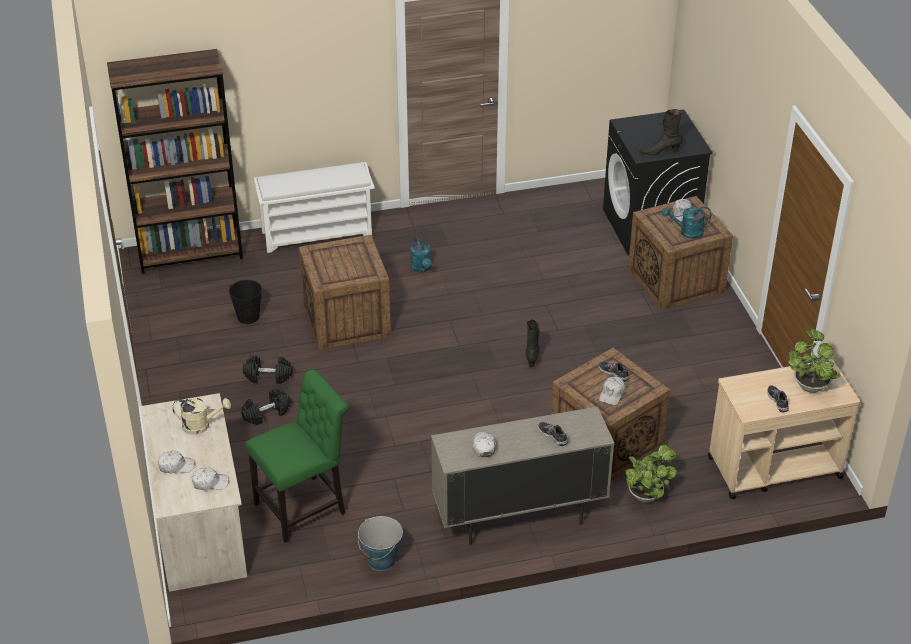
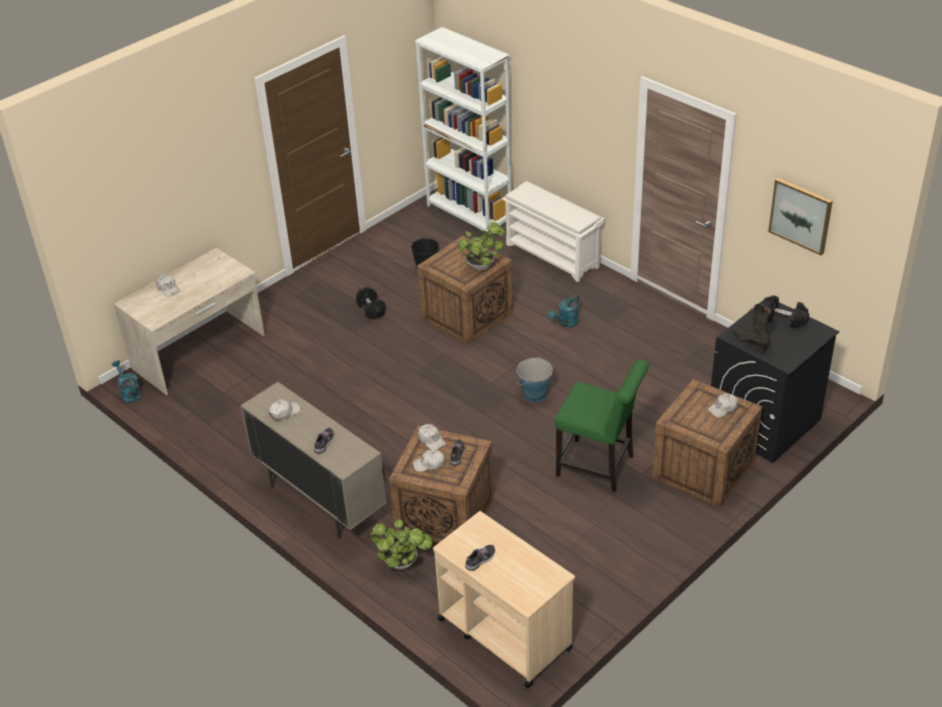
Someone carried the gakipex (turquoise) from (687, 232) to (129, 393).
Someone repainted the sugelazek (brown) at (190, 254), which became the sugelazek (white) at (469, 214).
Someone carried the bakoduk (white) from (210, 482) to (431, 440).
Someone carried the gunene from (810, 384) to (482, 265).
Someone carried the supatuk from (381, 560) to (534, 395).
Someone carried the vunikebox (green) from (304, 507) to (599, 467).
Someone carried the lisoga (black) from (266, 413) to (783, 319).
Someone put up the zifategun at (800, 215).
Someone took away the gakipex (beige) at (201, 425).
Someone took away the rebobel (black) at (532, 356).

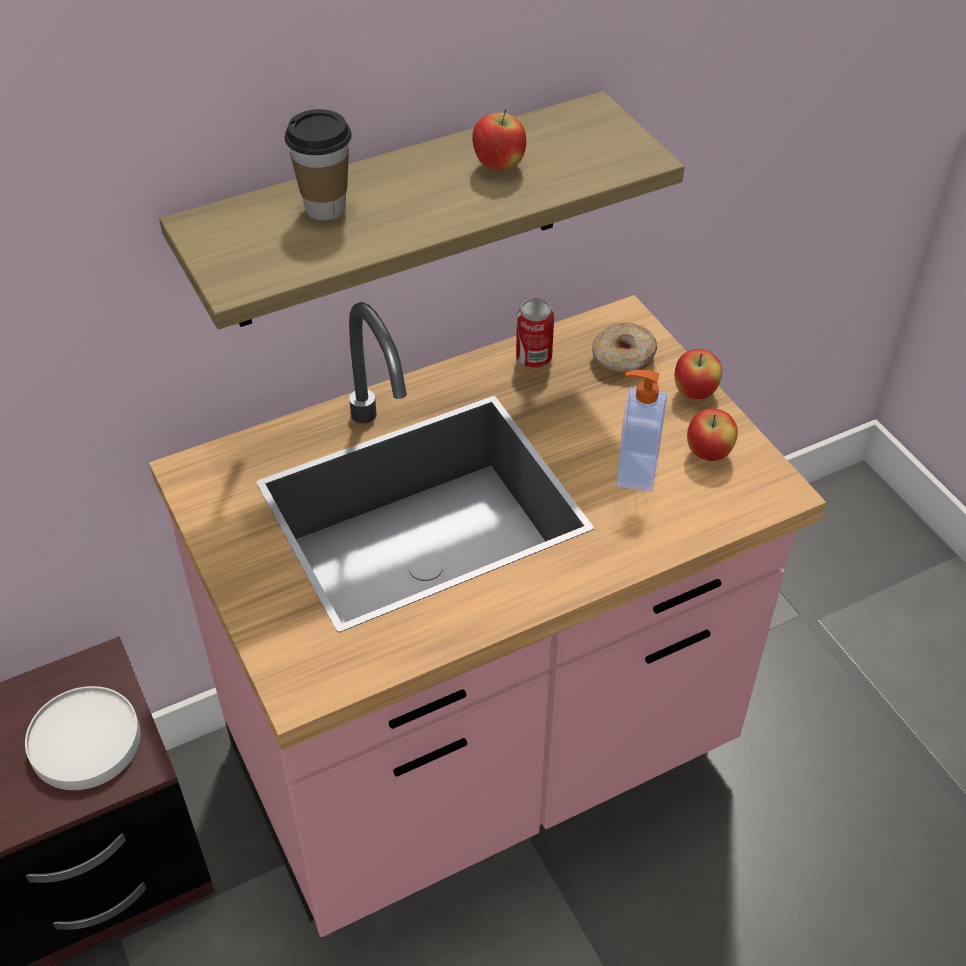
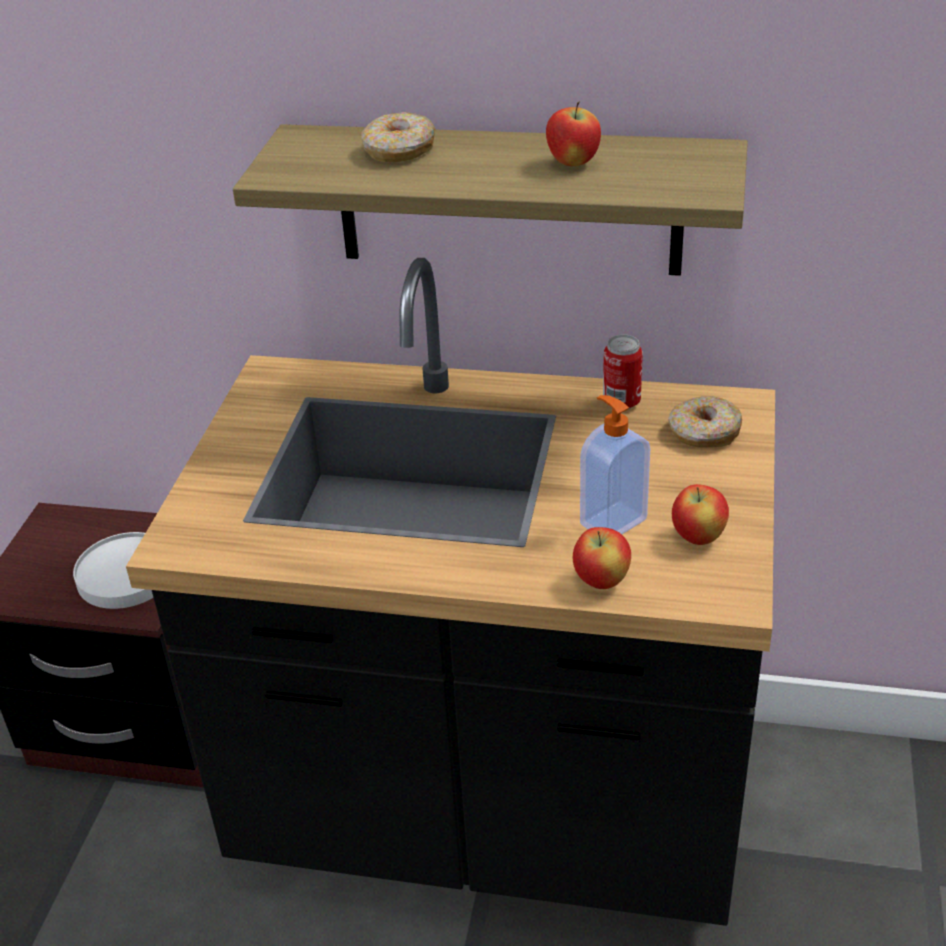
Someone repainted the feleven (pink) at (483, 759), which became the feleven (black) at (492, 815).
Someone swapped the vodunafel at (325, 208) for the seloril at (399, 151).
Someone carried the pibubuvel from (695, 393) to (601, 581).

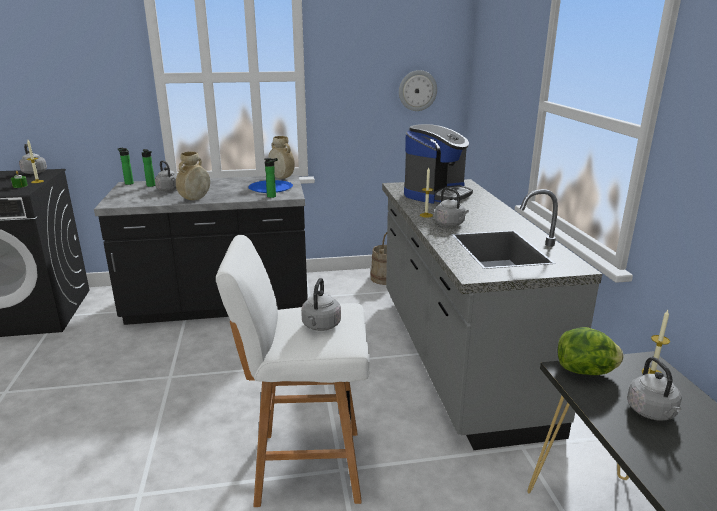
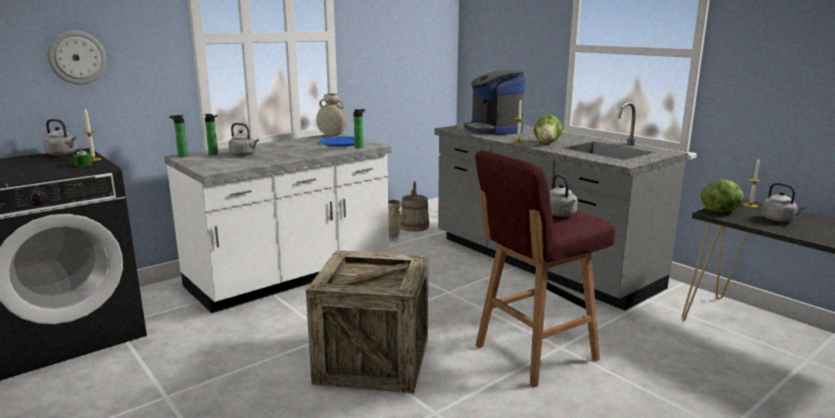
Someone carried the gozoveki from (417, 90) to (77, 57).
Someone repainted the feleven (black) at (219, 305), which became the feleven (white) at (290, 276).
Someone put down the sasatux at (373, 360).
Someone carried the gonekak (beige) from (195, 199) to (393, 236).
Someone rotated the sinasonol at (437, 194) by 150 degrees clockwise.
Someone repainted the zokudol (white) at (305, 466), which became the zokudol (red) at (533, 353).
Someone swapped the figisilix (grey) at (450, 224) for the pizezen at (547, 143).

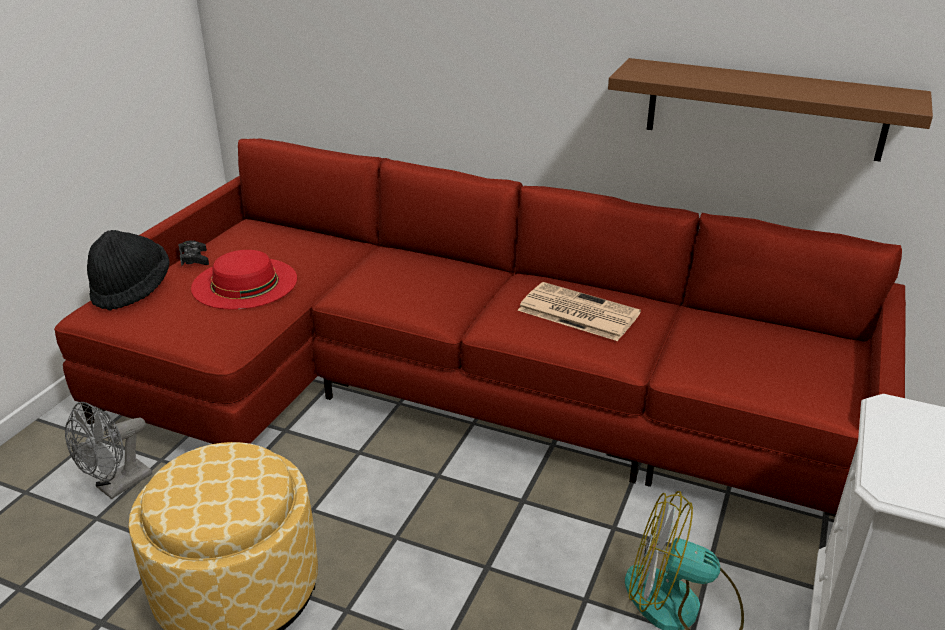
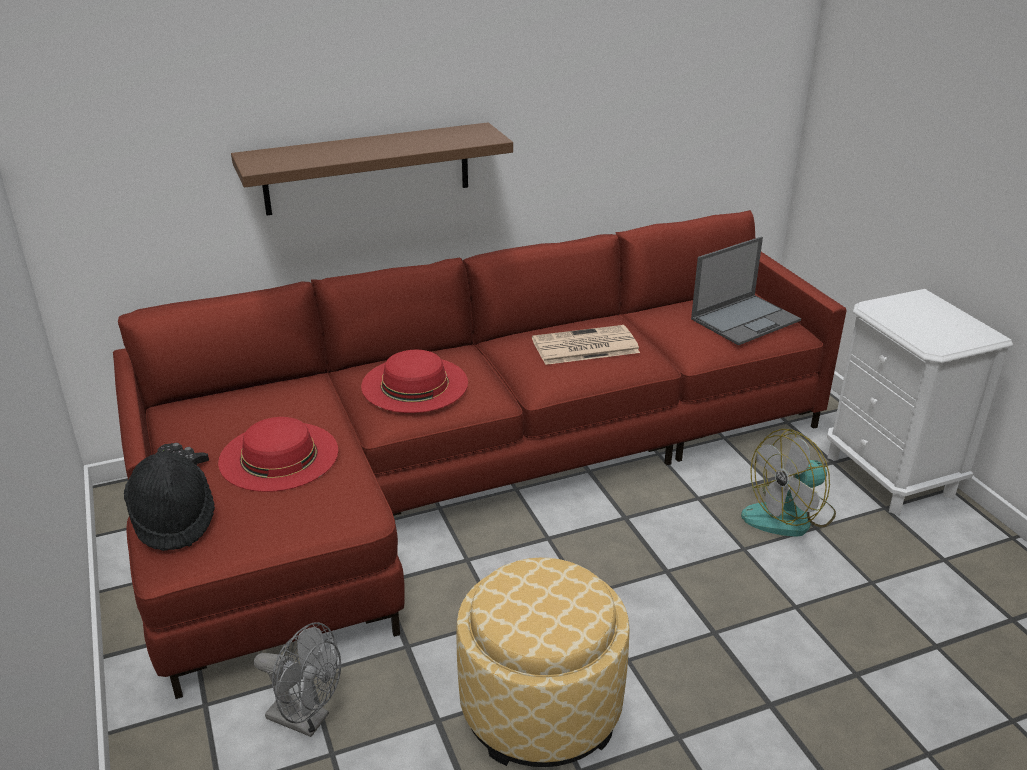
Someone carried the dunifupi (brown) from (764, 109) to (367, 169).
Someone rotated the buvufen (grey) at (117, 486) by 60 degrees counterclockwise.
Someone put down the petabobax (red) at (414, 384).
Someone put down the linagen at (746, 319).

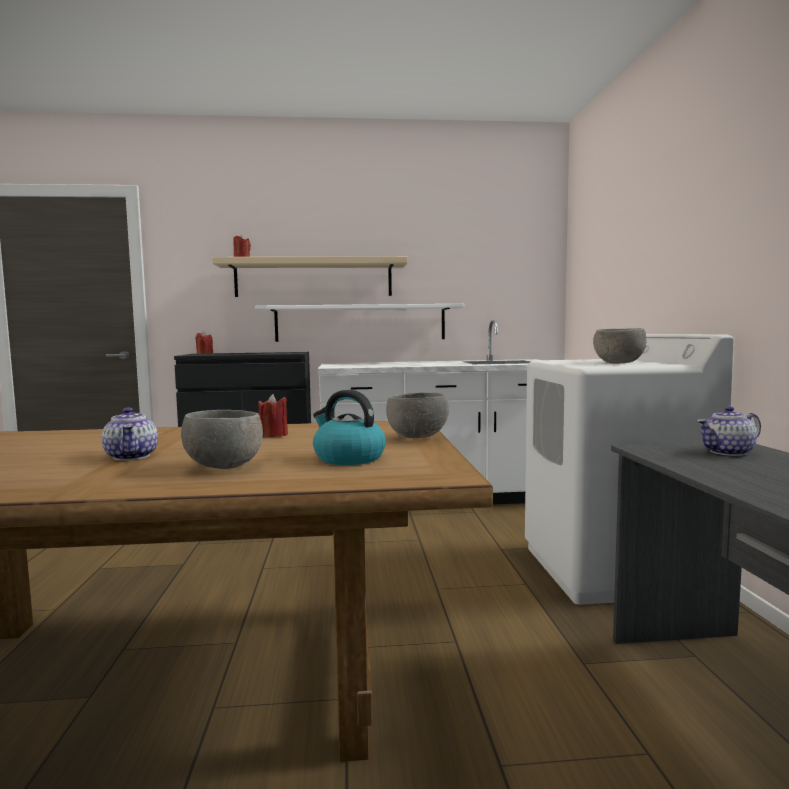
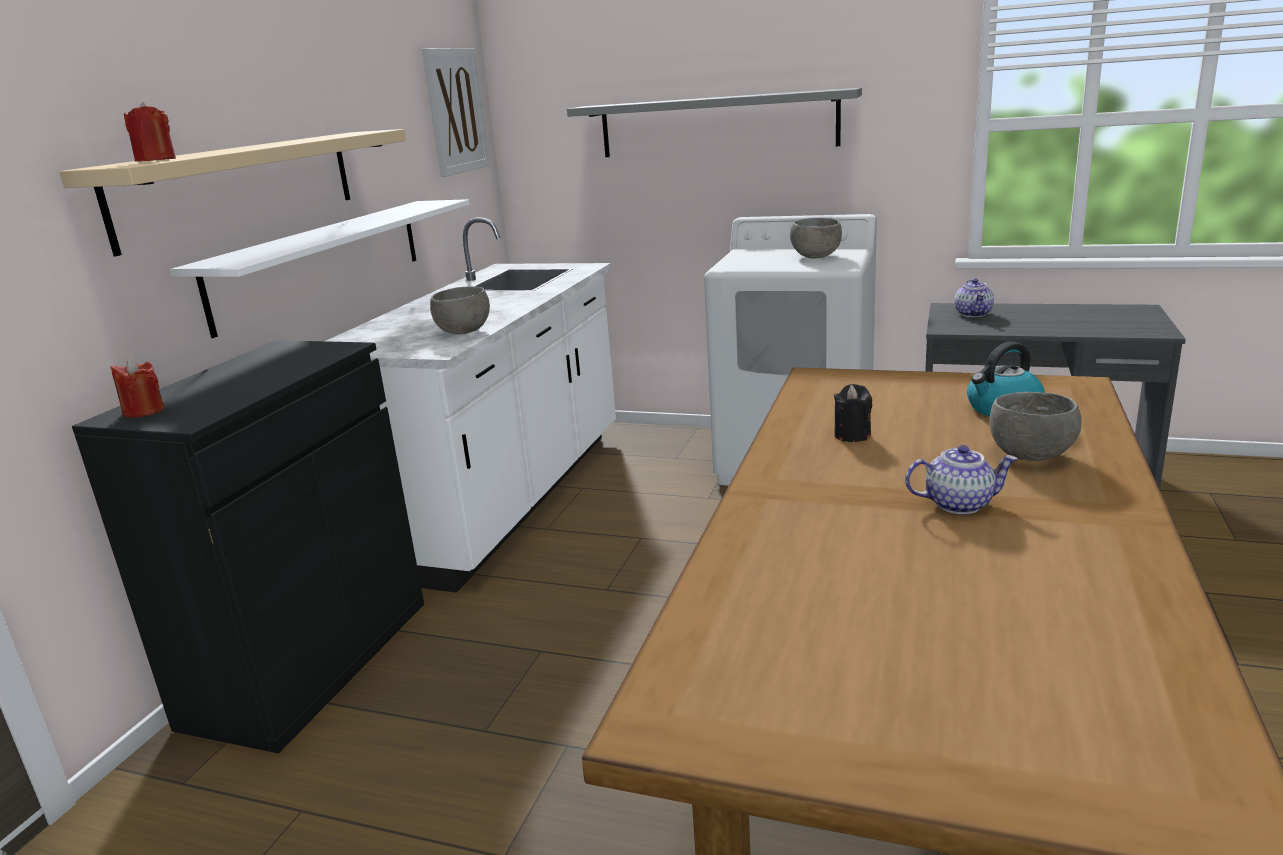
Someone put up the zifategun at (456, 111).
Someone carried the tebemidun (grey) from (418, 437) to (463, 332).
Someone put up the dunifupi (grey) at (717, 124).
Someone repainted the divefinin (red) at (273, 435), which became the divefinin (black) at (852, 435).

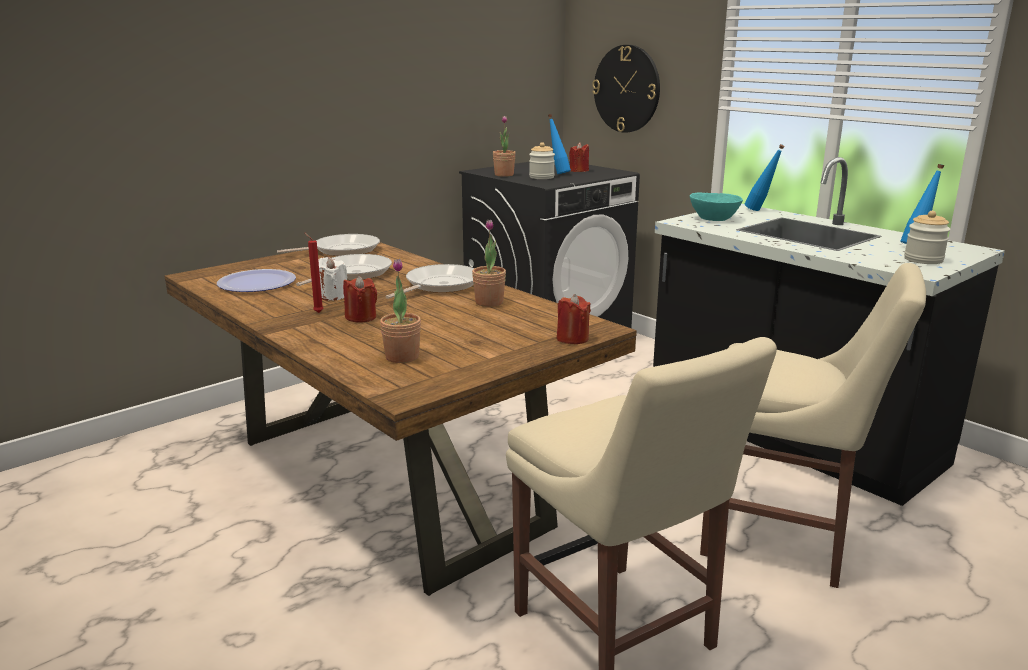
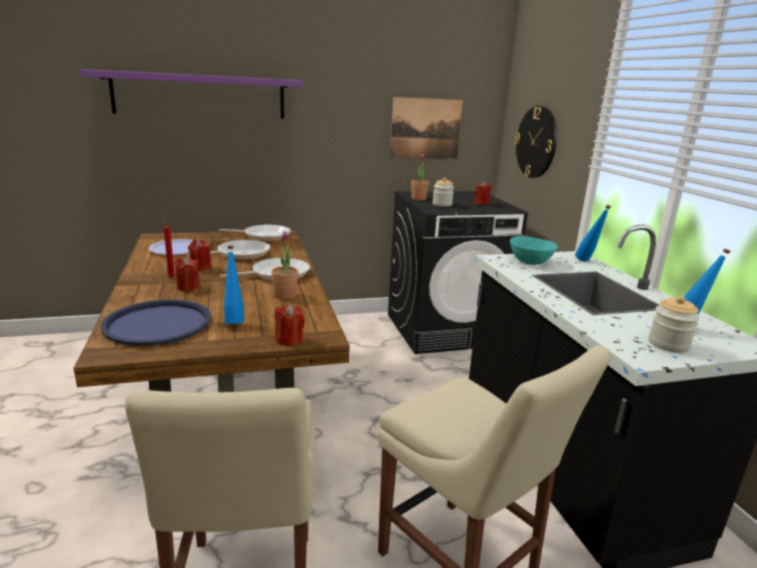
Someone put up the dunifupi (purple) at (200, 95).
Someone swapped the gunene at (402, 357) for the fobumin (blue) at (157, 323).
Someone repainted the divefinin (white) at (333, 296), which became the divefinin (red) at (200, 267).
Someone carried the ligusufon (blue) from (558, 173) to (234, 321).
Someone put up the zifategun at (425, 129).

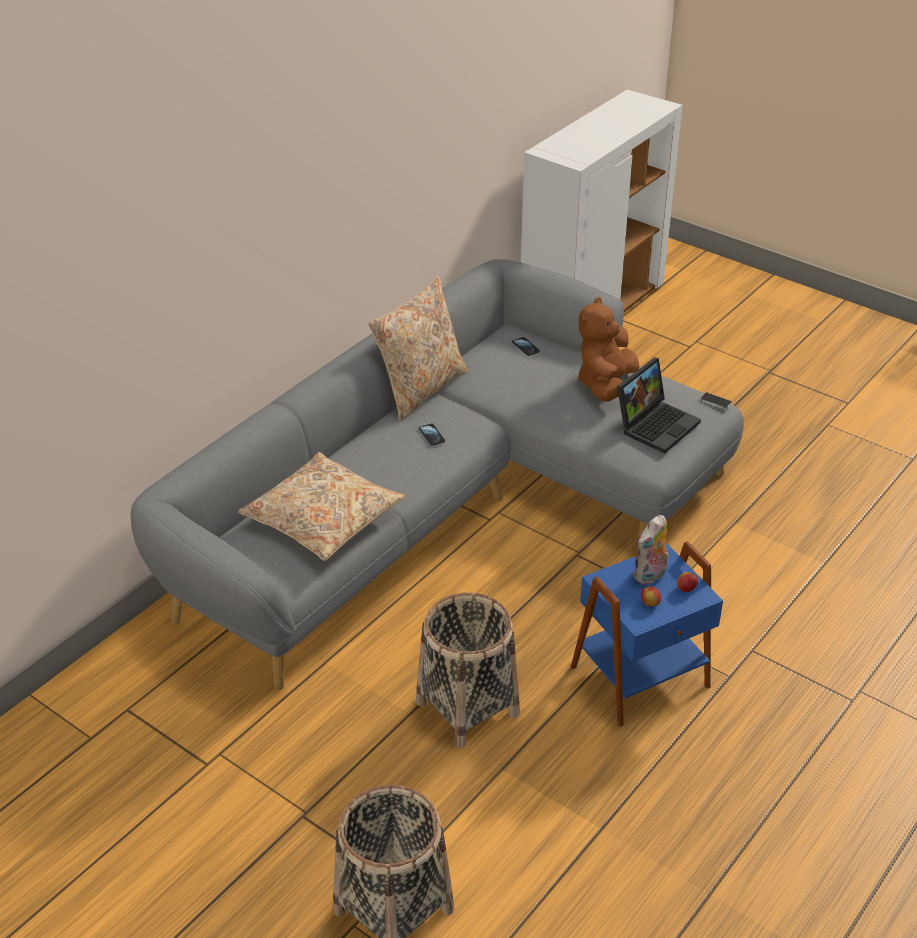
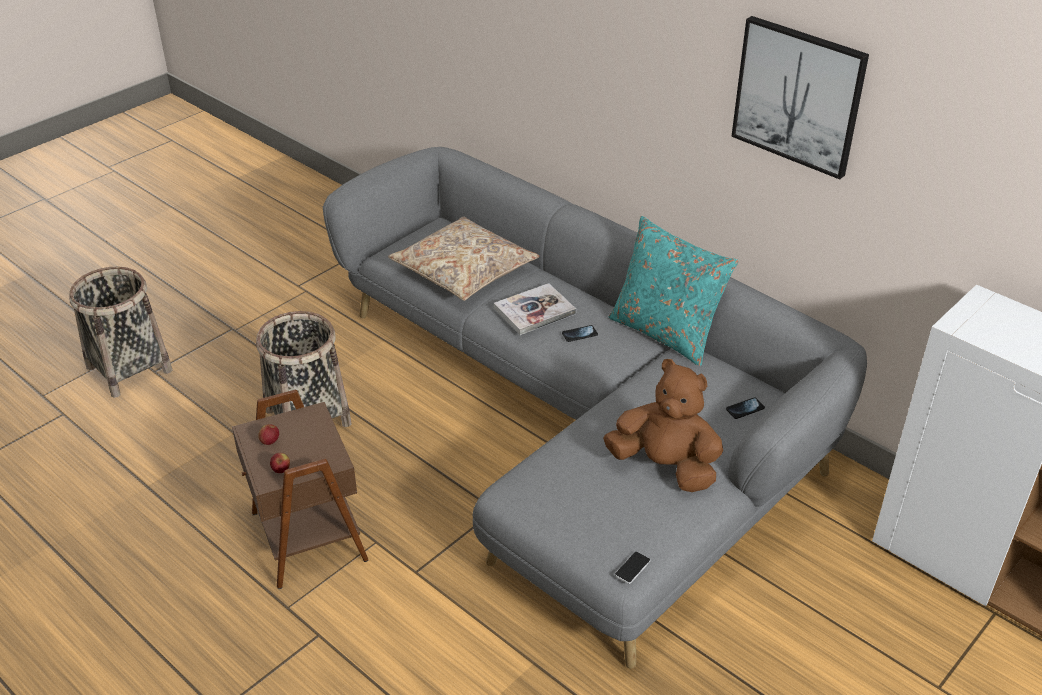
Someone repainted the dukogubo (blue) at (642, 678), which became the dukogubo (brown) at (306, 537).
Someone put down the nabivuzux at (534, 311).
Someone repainted the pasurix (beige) at (420, 388), which became the pasurix (turquoise) at (666, 333).
Someone put up the zifategun at (798, 96).
Someone took away the linagen at (656, 424).
Someone took away the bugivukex at (650, 576).

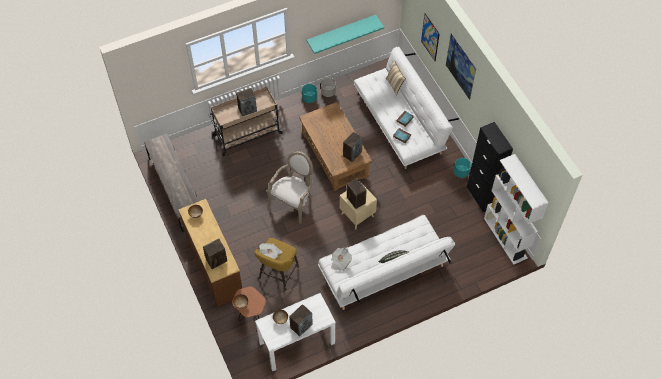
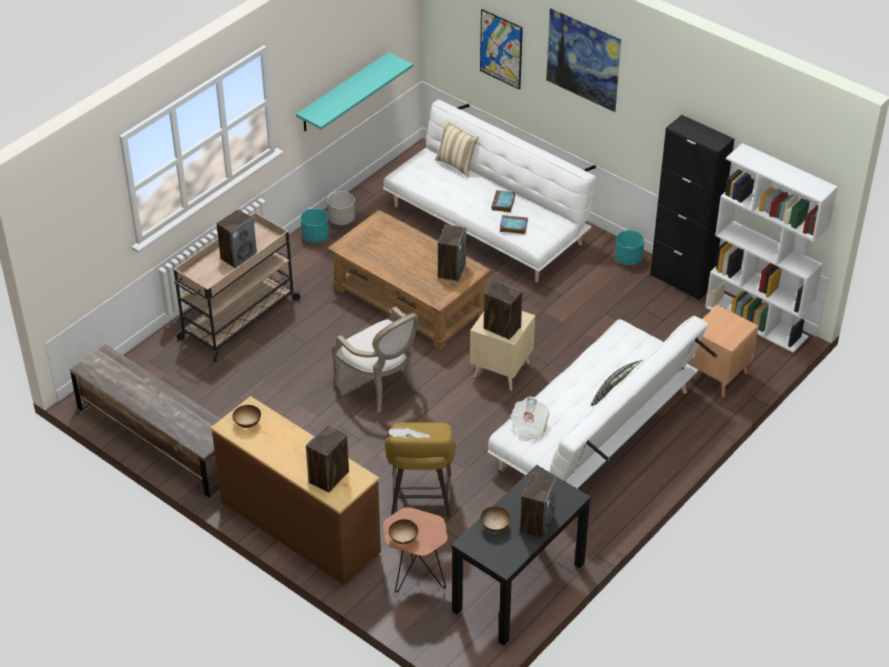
Someone rotated the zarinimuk at (294, 202) by 135 degrees clockwise.
Someone repainted the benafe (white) at (296, 343), which became the benafe (black) at (518, 587).
Someone put down the dukogubo (brown) at (717, 375).

